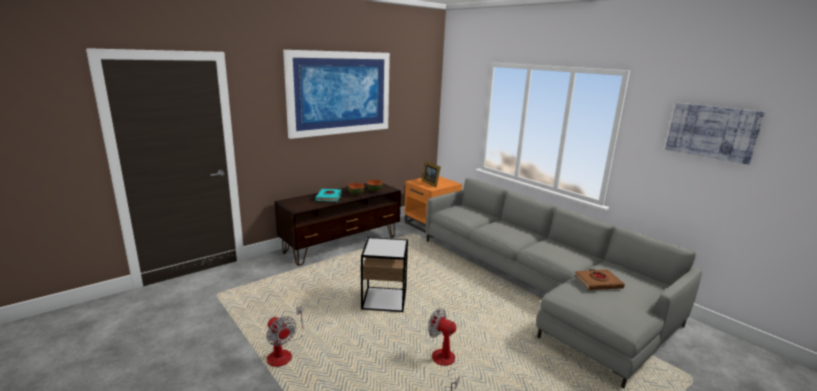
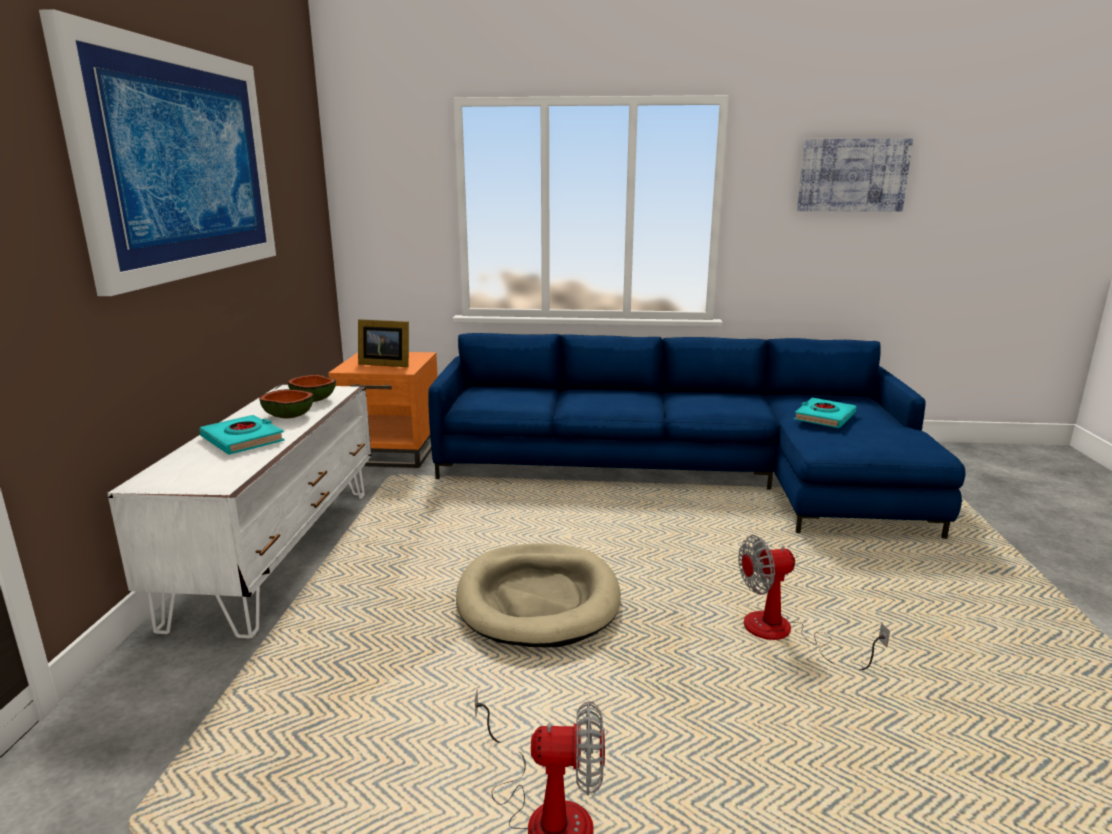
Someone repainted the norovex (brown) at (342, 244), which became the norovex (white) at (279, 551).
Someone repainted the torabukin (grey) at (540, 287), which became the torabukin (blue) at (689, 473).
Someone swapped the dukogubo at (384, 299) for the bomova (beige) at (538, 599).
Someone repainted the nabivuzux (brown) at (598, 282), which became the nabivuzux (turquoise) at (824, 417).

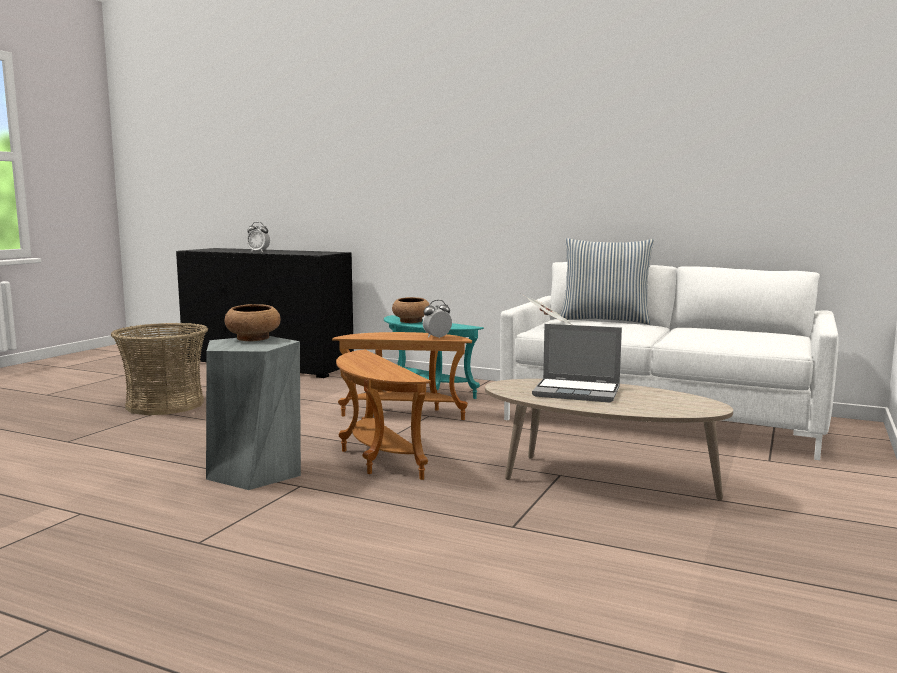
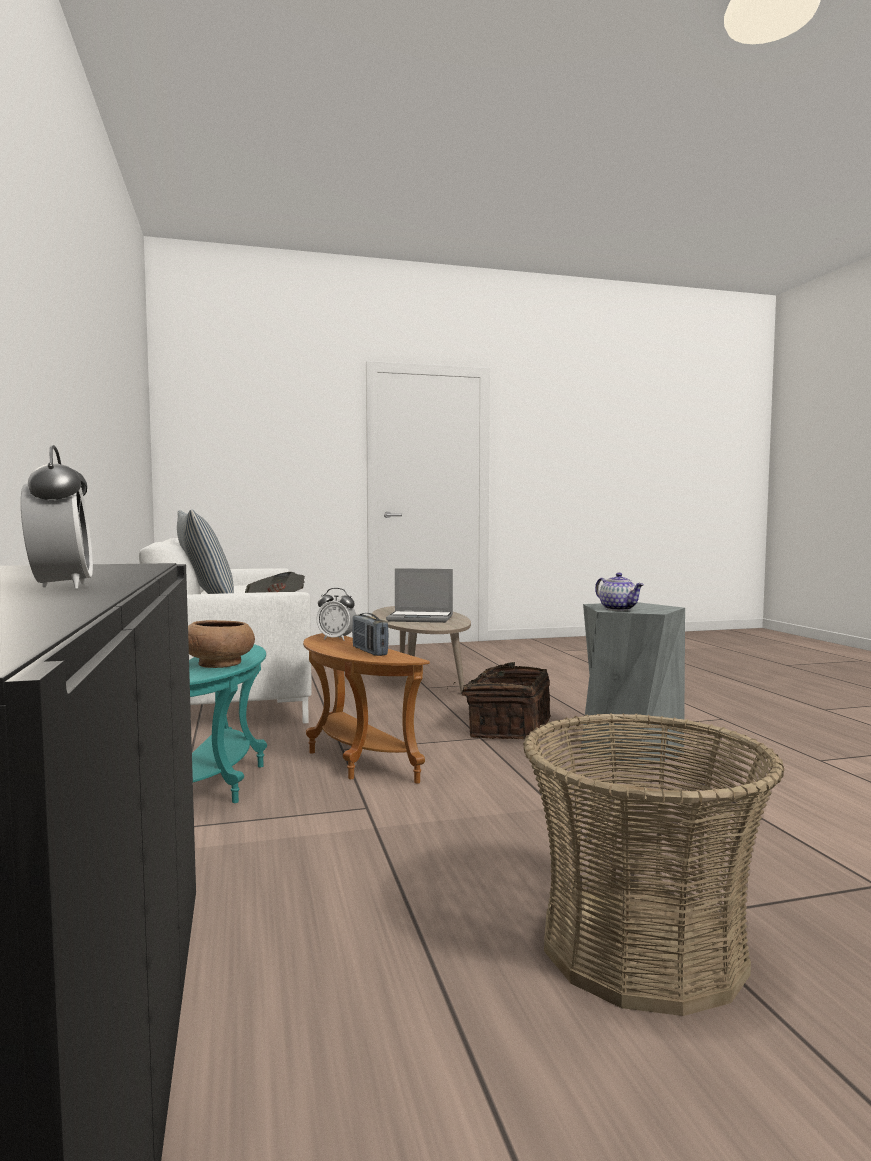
Someone put down the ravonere at (369, 651).
Someone rotated the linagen at (578, 392) by 120 degrees clockwise.
Someone swapped the dukogubo (brown) at (375, 458) for the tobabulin at (507, 728).
Someone swapped the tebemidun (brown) at (253, 338) for the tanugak at (619, 609).

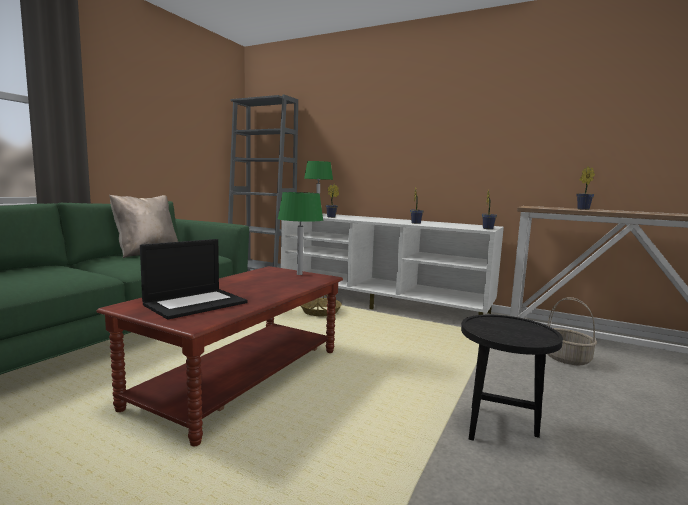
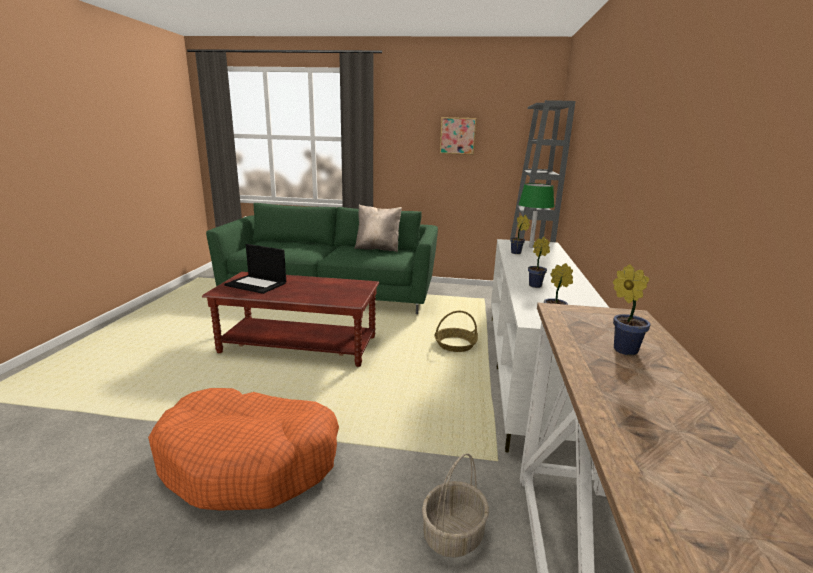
Someone swapped the dukogubo (black) at (499, 428) for the bomova (orange) at (250, 461).
Someone put up the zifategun at (457, 136).
Someone took away the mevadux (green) at (299, 274).

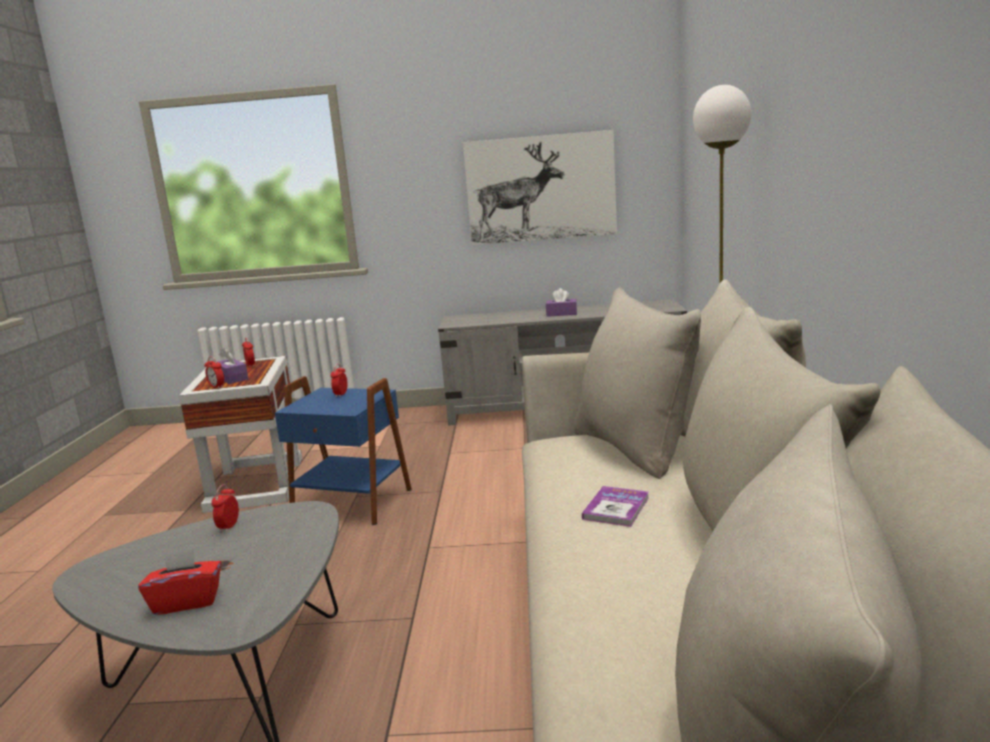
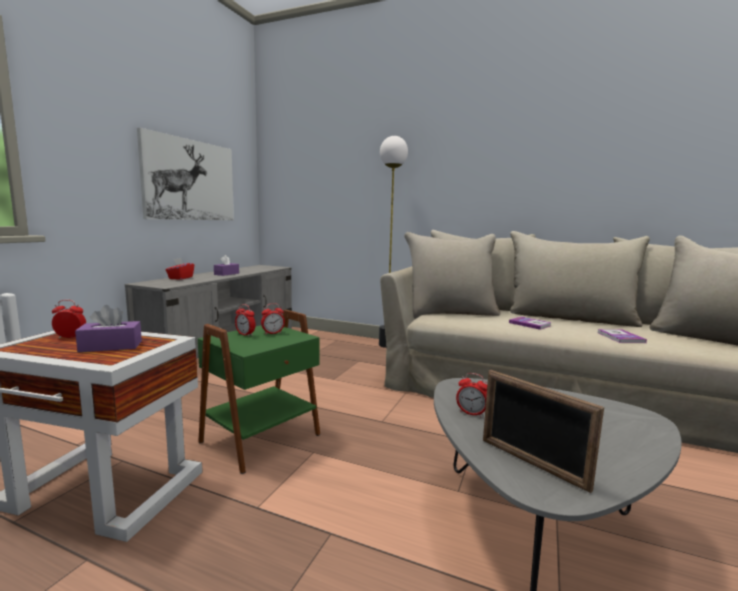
Someone carried the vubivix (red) from (187, 601) to (180, 278).
Someone repainted the dukogubo (blue) at (351, 503), which became the dukogubo (green) at (262, 439).
Someone carried the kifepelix from (216, 387) to (273, 333).
Someone put down the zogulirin at (532, 463).
Someone put down the nabivuzux at (620, 337).

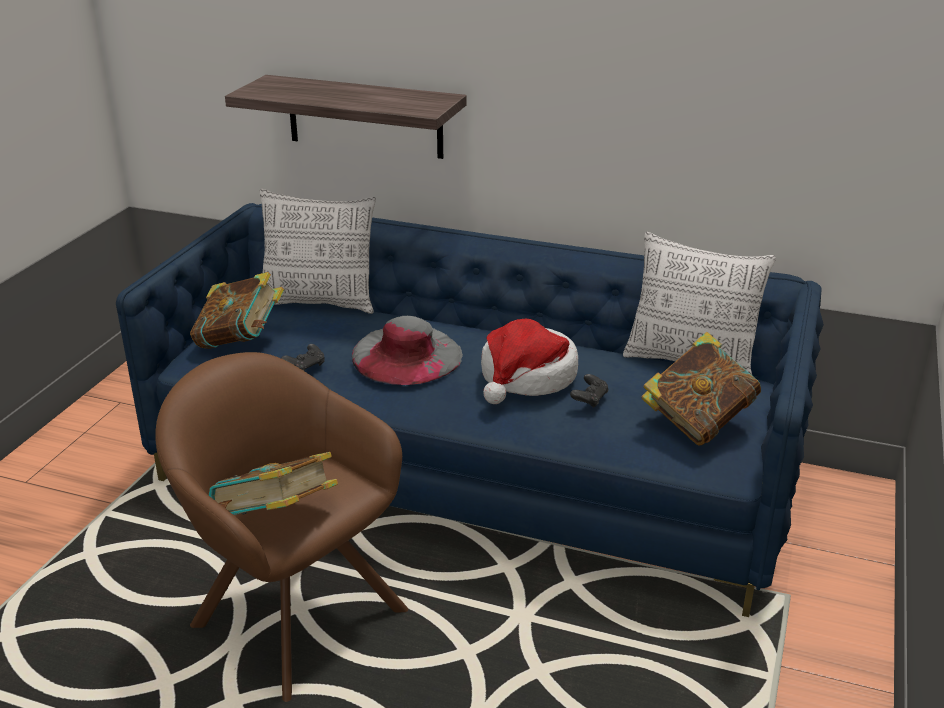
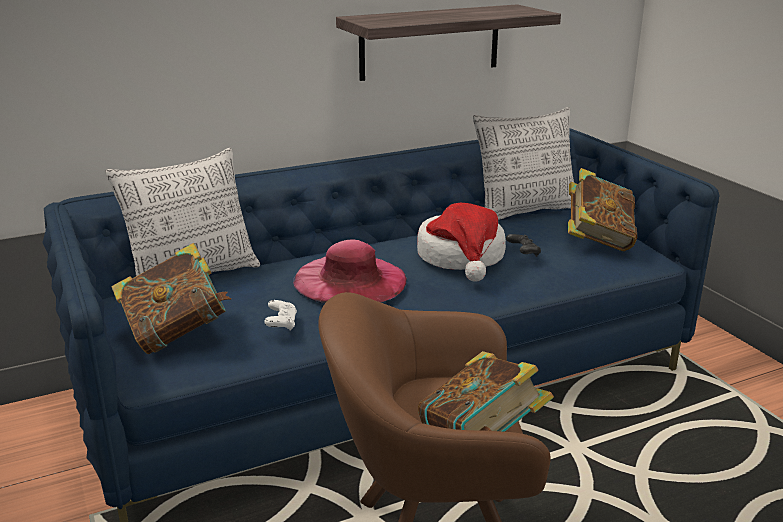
Someone repainted the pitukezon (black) at (305, 367), which became the pitukezon (white) at (281, 324).
Someone repainted the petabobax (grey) at (406, 355), which became the petabobax (pink) at (350, 280).
Someone carried the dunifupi from (364, 117) to (430, 42).

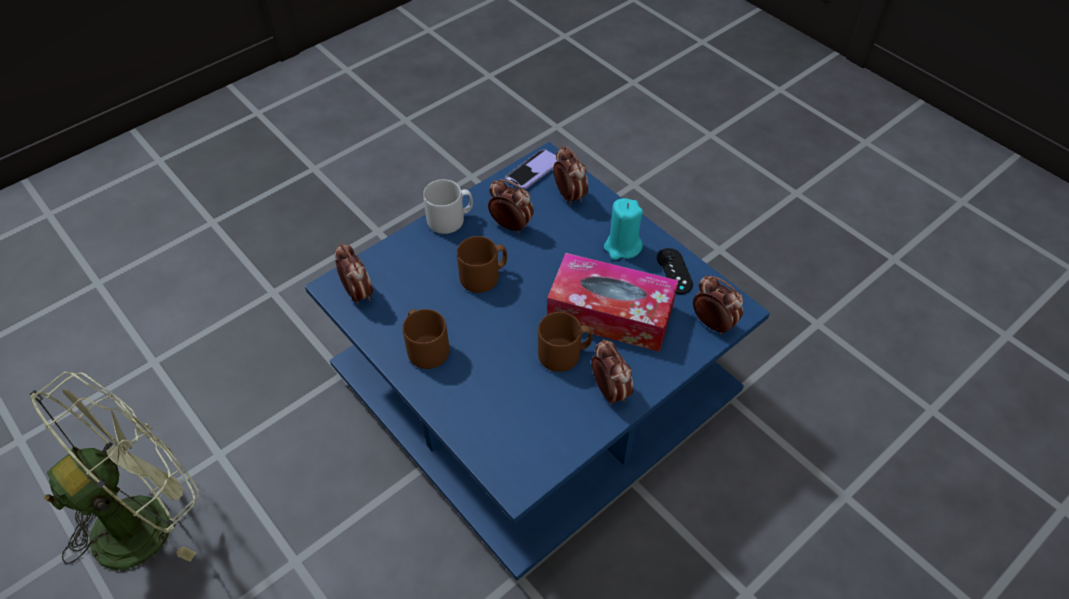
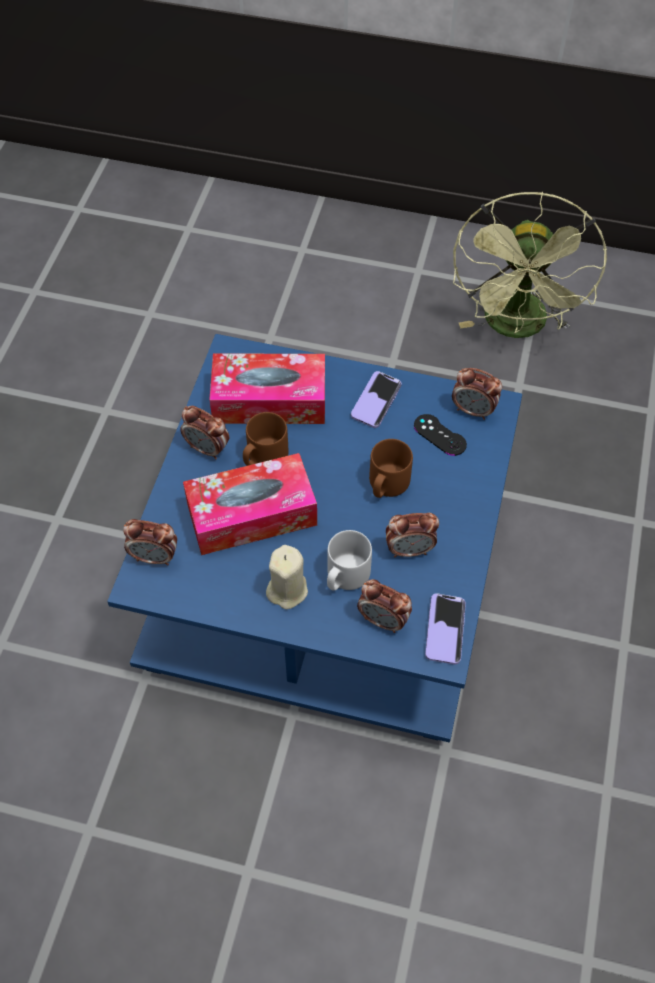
Someone put down the vubivix at (269, 400).
Someone repainted the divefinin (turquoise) at (622, 247), which became the divefinin (beige) at (287, 590).
Someone carried the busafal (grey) from (450, 219) to (345, 576).
Someone swapped the busafal (brown) at (426, 348) for the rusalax at (376, 401).
Someone carried the pitukezon (black) from (674, 271) to (440, 435).

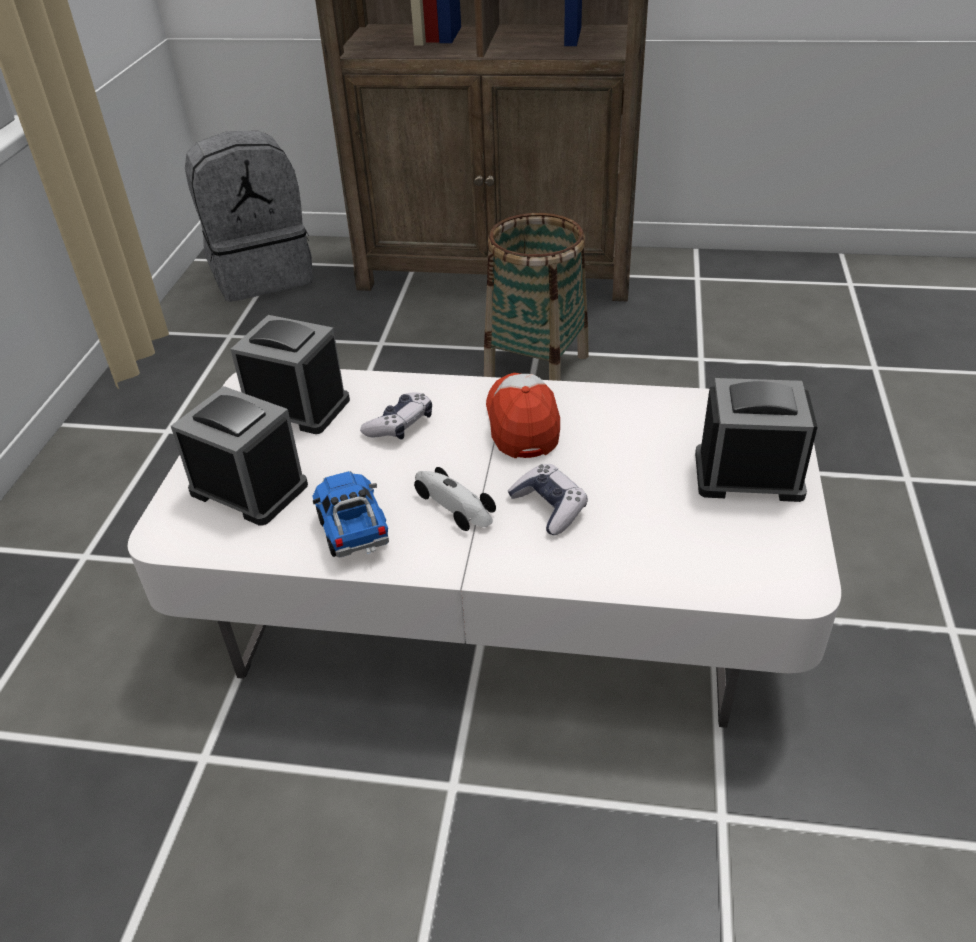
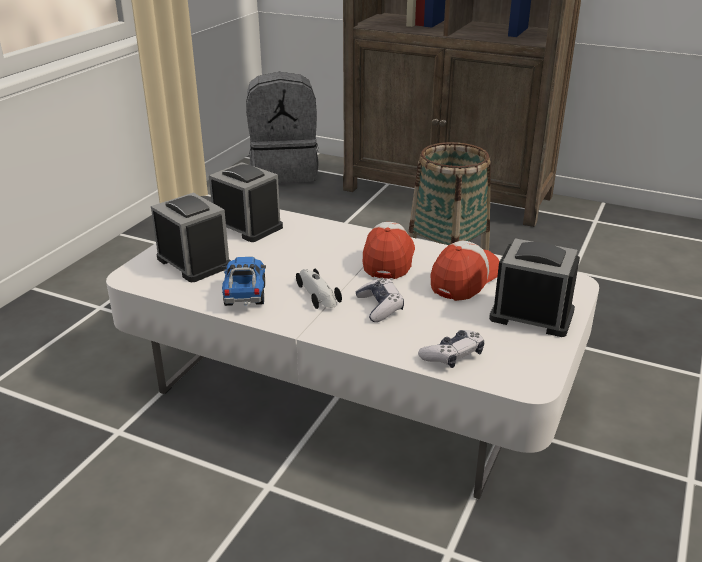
Someone carried the pitukezon from (400, 425) to (452, 356).
Someone put down the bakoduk at (465, 280).

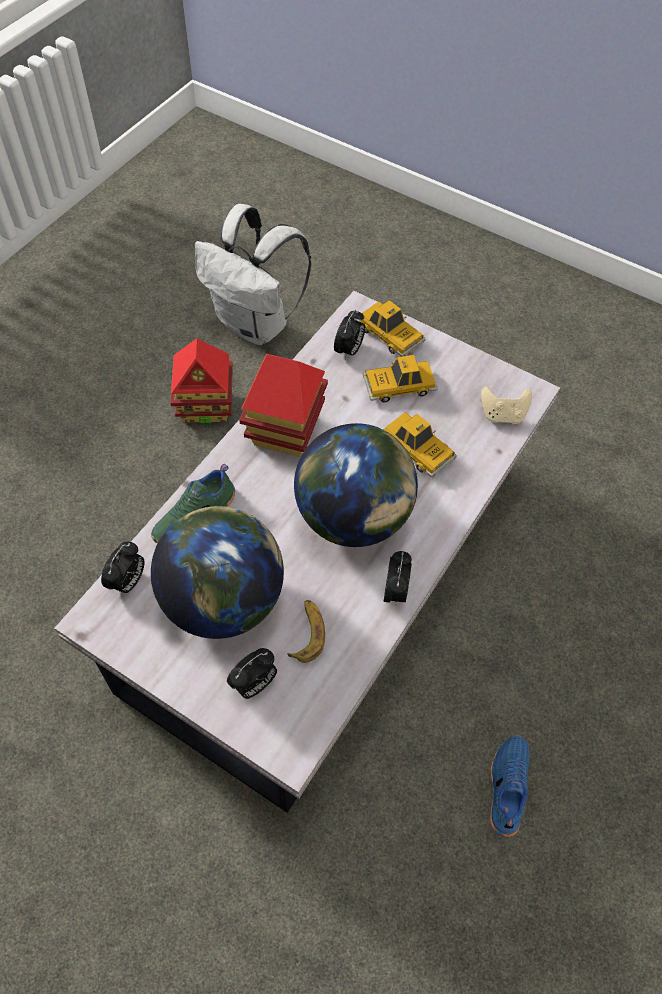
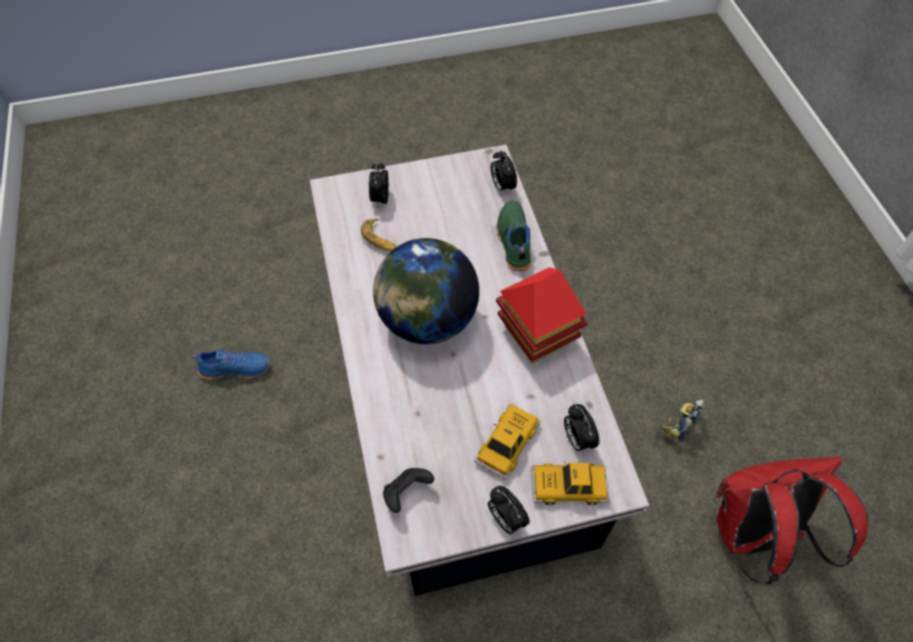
Someone rotated the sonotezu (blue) at (506, 787) by 60 degrees counterclockwise.
Someone repainted the pitukezon (beige) at (502, 415), which became the pitukezon (black) at (406, 493).
Someone carried the kifepelix from (395, 592) to (506, 518).
Someone swapped the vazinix at (206, 407) for the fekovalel at (679, 425).
Someone repainted the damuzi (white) at (256, 325), which became the damuzi (red) at (753, 535).
Someone took away the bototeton at (224, 599).
Someone took away the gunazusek at (417, 449).

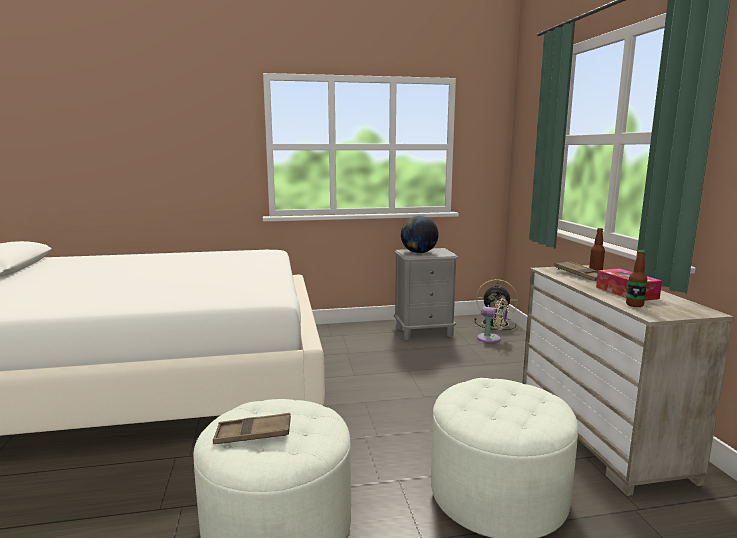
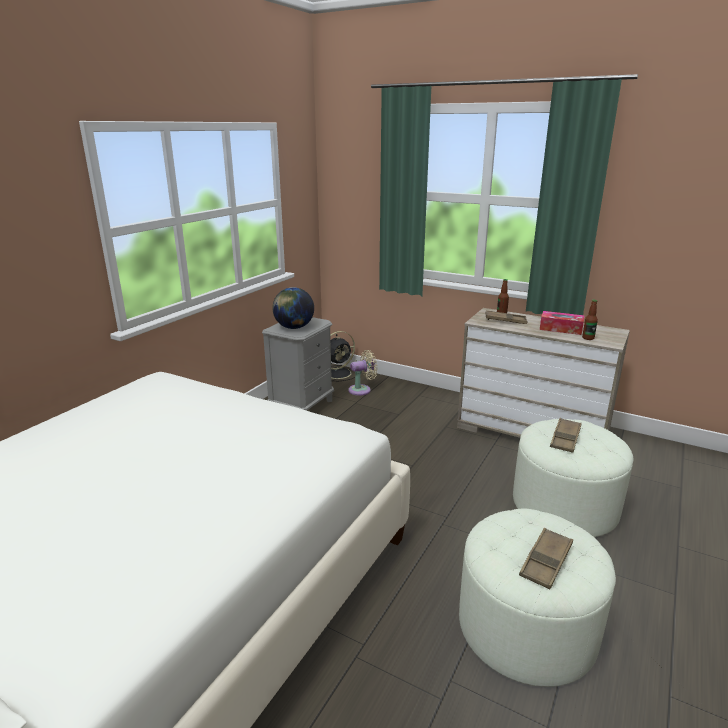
Someone put down the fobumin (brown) at (565, 438).

